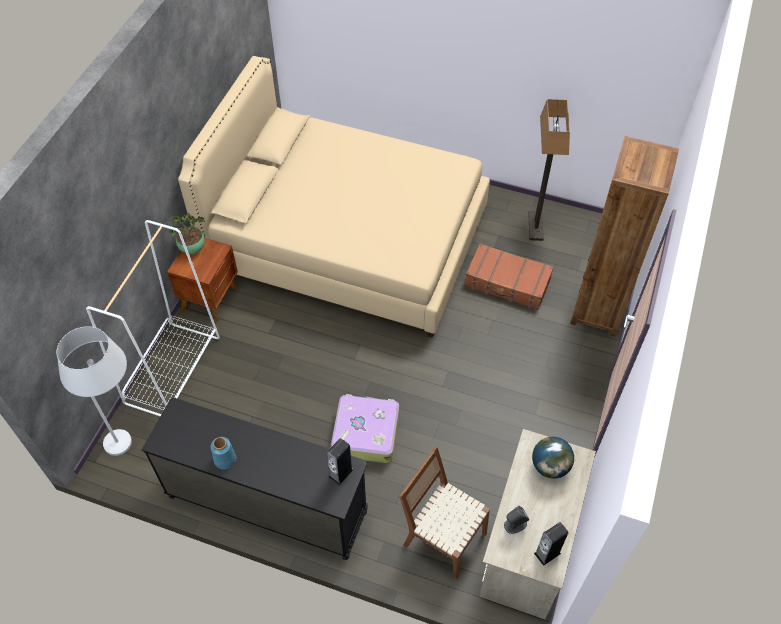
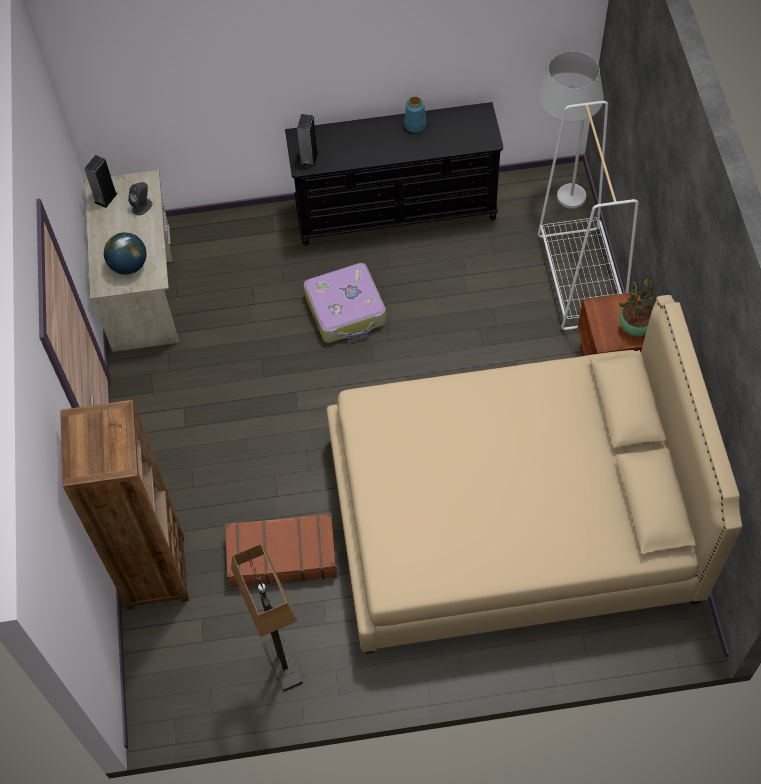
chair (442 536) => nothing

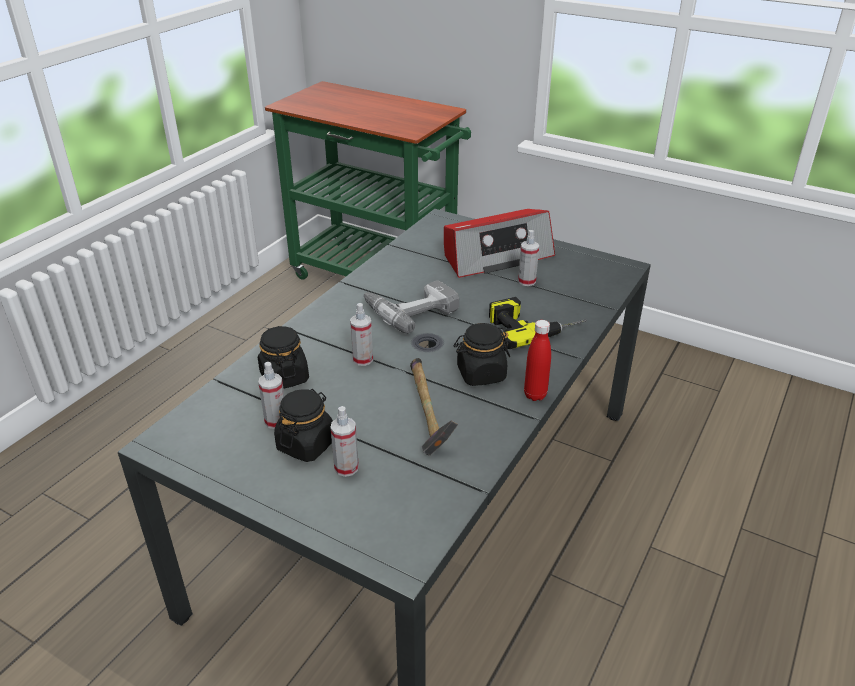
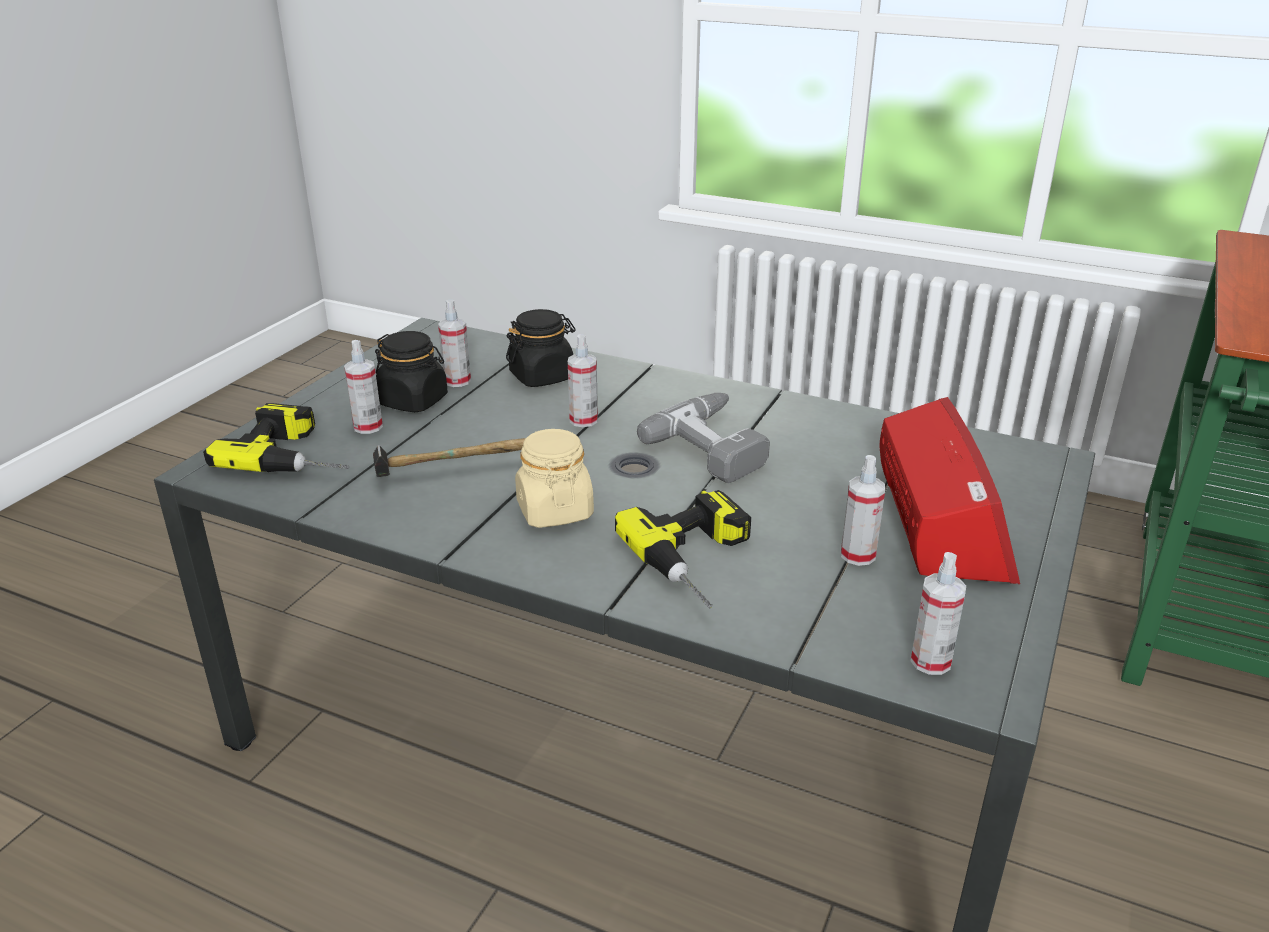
nothing => power drill (298 453)
jar (blackish) (481 374) => jar (beige) (554 510)
radio (496 256) => radio (940 520), 150 degrees counterclockwise
nothing => sprayer (930 661)
beverage bottle (red) (535 395) => nothing

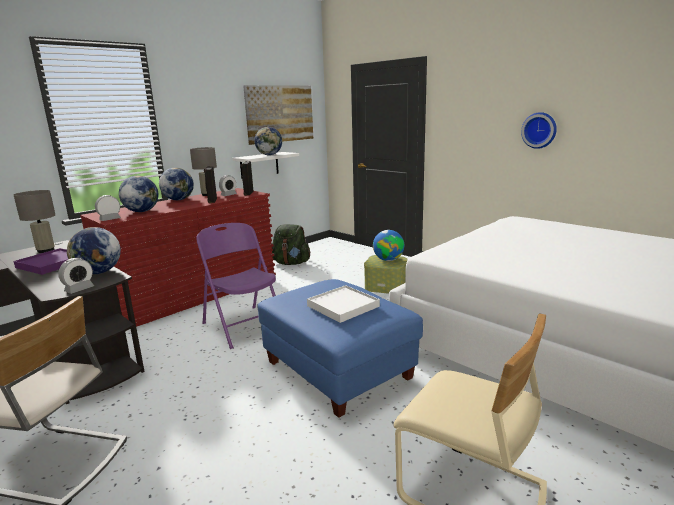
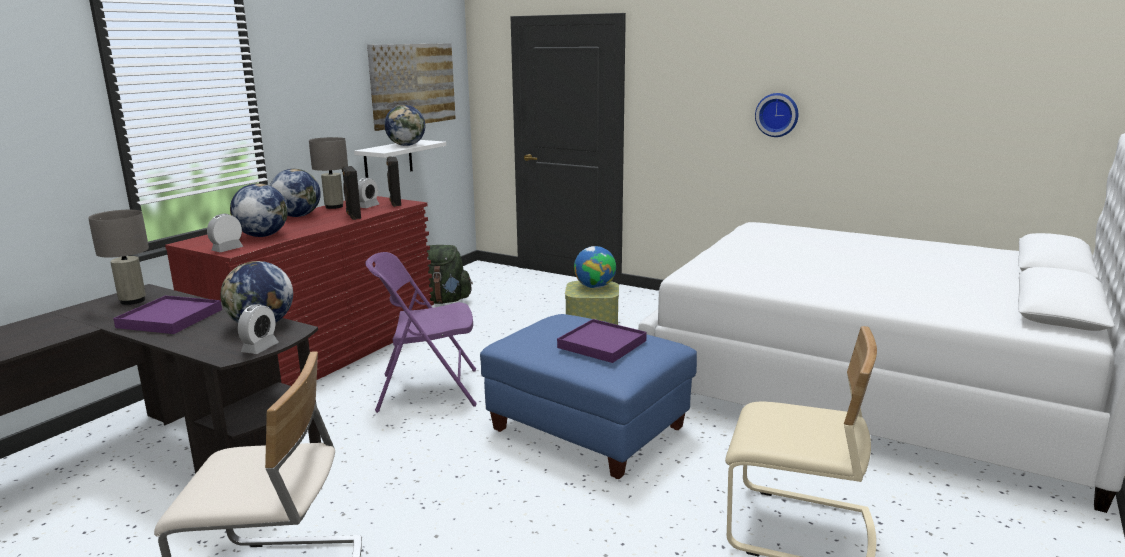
chair (purple-coloured) (244 326) => chair (purple-coloured) (428 389), 45 degrees counterclockwise
carrying tray (white) (343 306) => carrying tray (purple-coloured) (602 344)

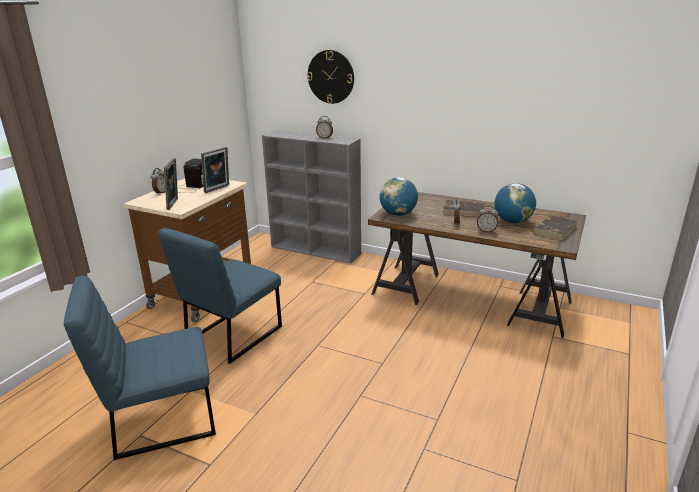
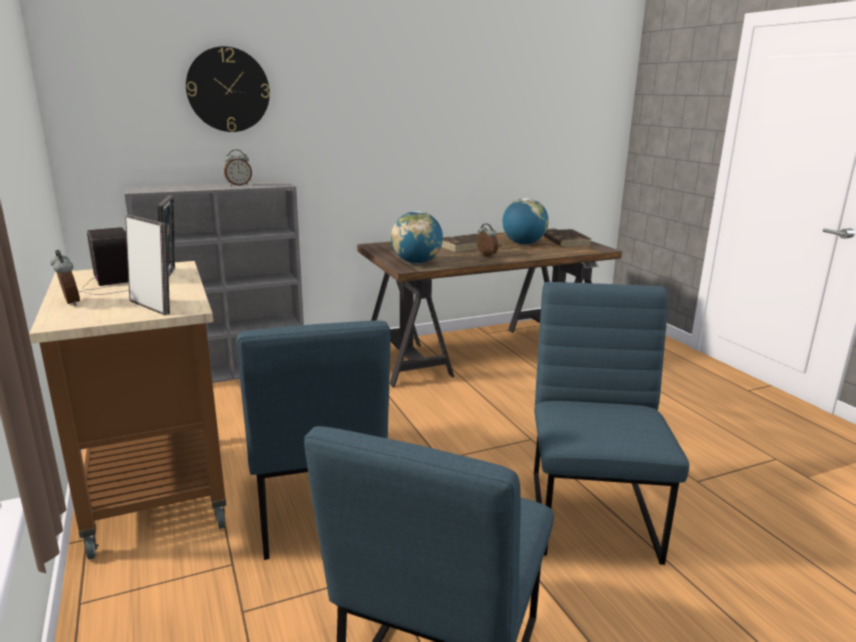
nothing => chair (bluish) (593 511)
table clock (486 231) => nothing

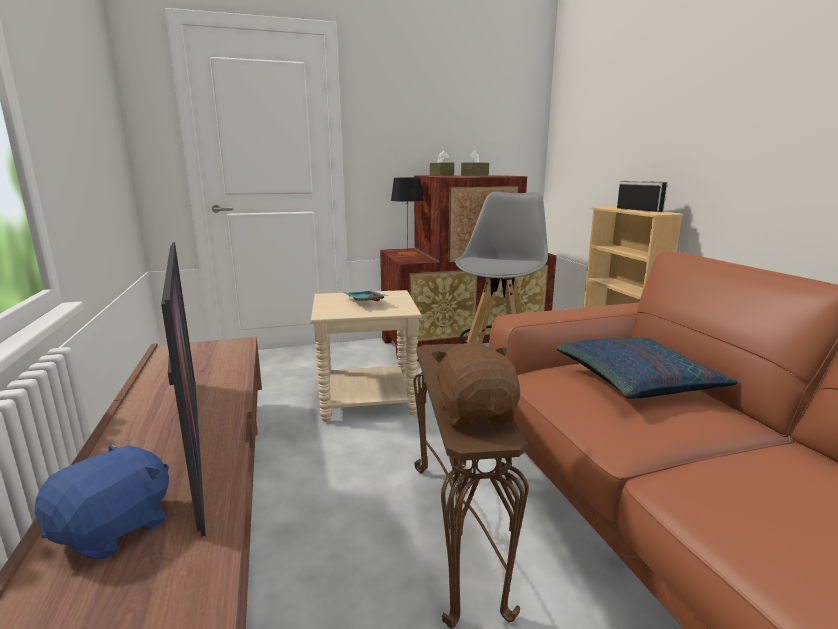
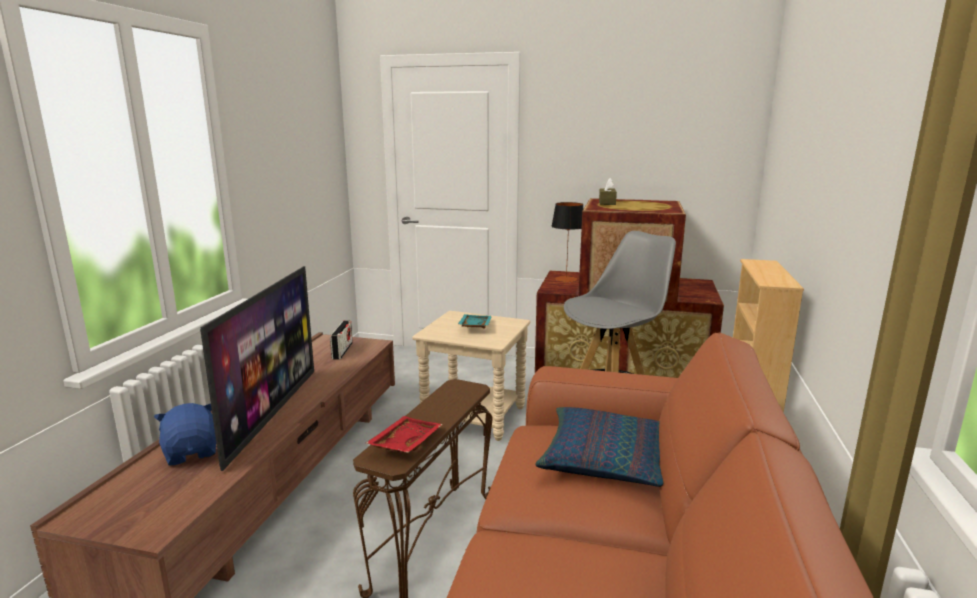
plush toy (bluish) (115 529) => plush toy (bluish) (192 452), 90 degrees counterclockwise
radio (639 210) => radio (342 351), shifted
plush toy (brown) (475 413) => carrying tray (red) (404 443)
tissue holder (brown) (475 175) => nothing

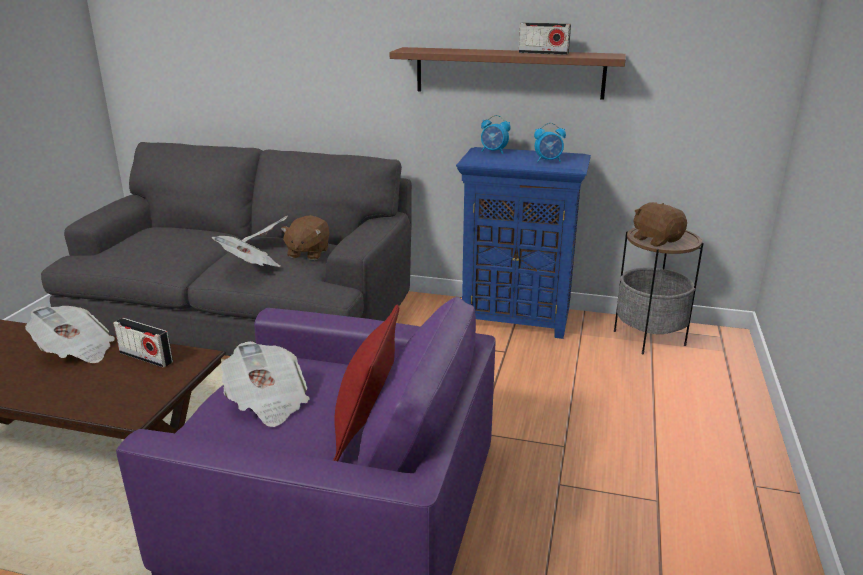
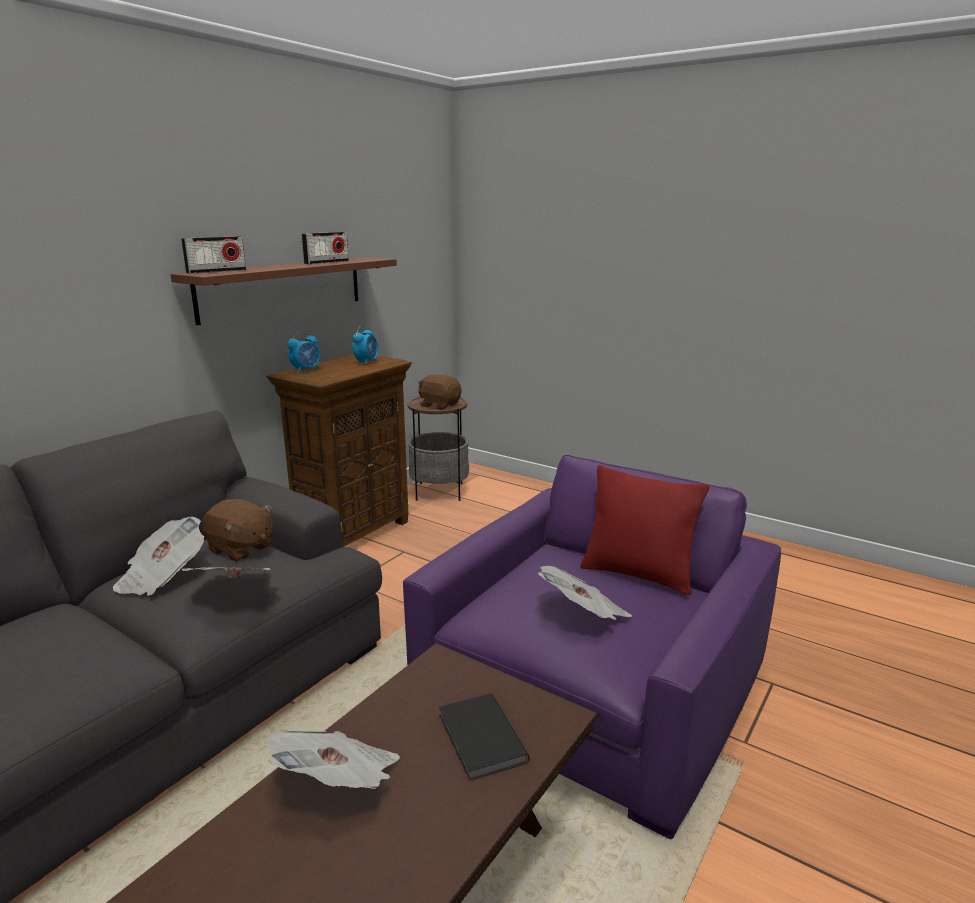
radio (146 357) => radio (216 271), shifted
storage cabinet (bluish) (517 320) => storage cabinet (brown) (354 532)
plush toy (brown) (656 240) => plush toy (brown) (439 405), 45 degrees clockwise
nothing => bound book (blackish) (480 739)

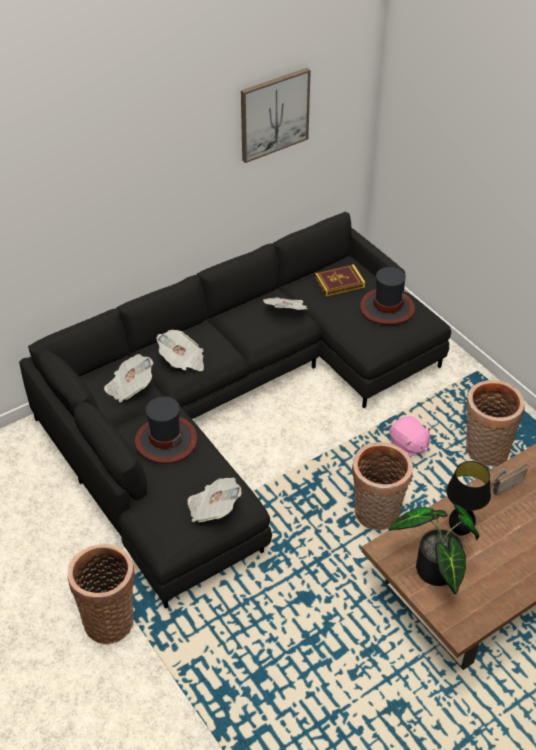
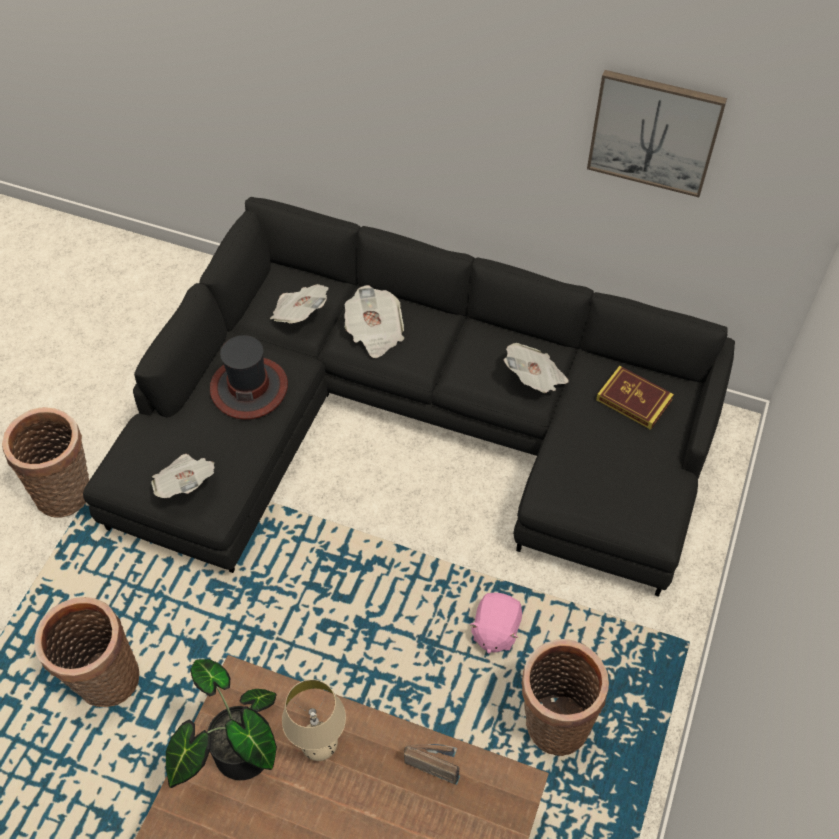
basket (376 515) => basket (104 680), shifted
table lamp (blackish) (460 530) => table lamp (beige) (320 749)
clothing hat (387 308) => nothing

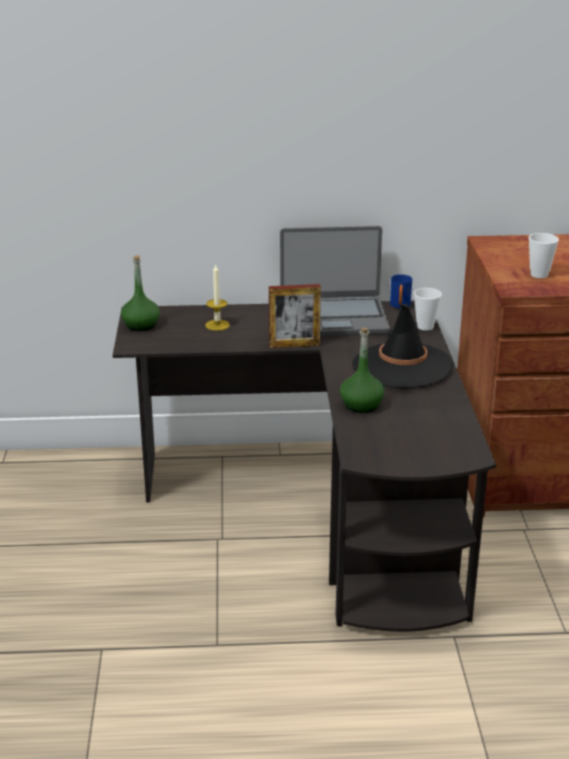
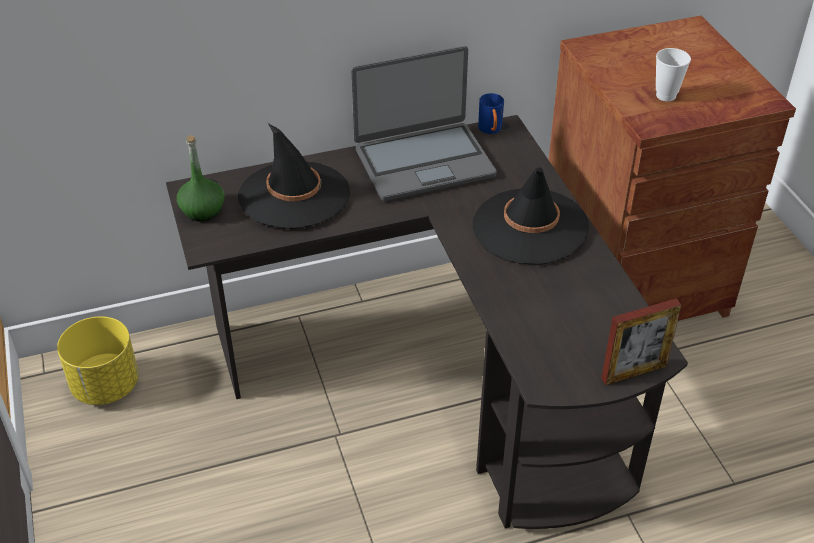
nothing => flower pot (yellow-coloured) (105 386)
wax candle (217 325) => clothing hat (blackish) (294 195)
standing frame (294 345) => standing frame (634 372), shifted
beverage bottle (green-coloured) (361 405) => nothing
small cup (425 327) => nothing

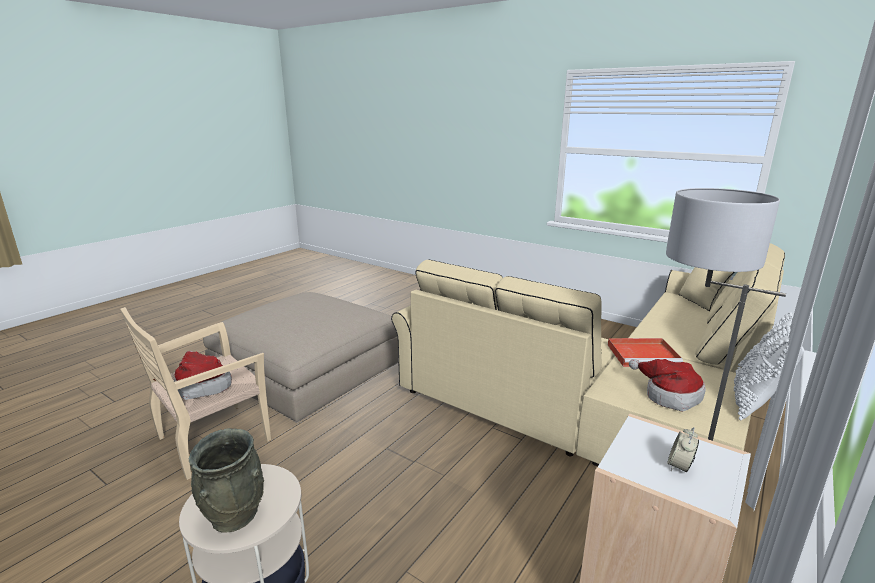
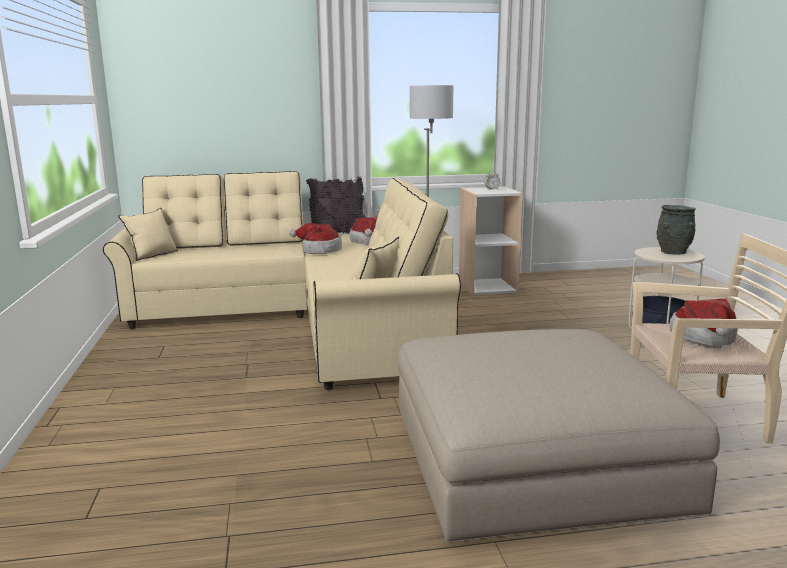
carrying tray (red) (644 355) => clothing hat (318 250)
throw pillow (white) (755 402) => throw pillow (blackish) (338 233)

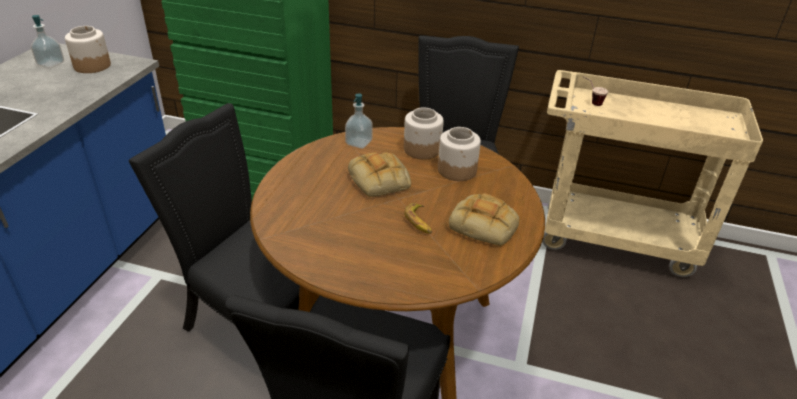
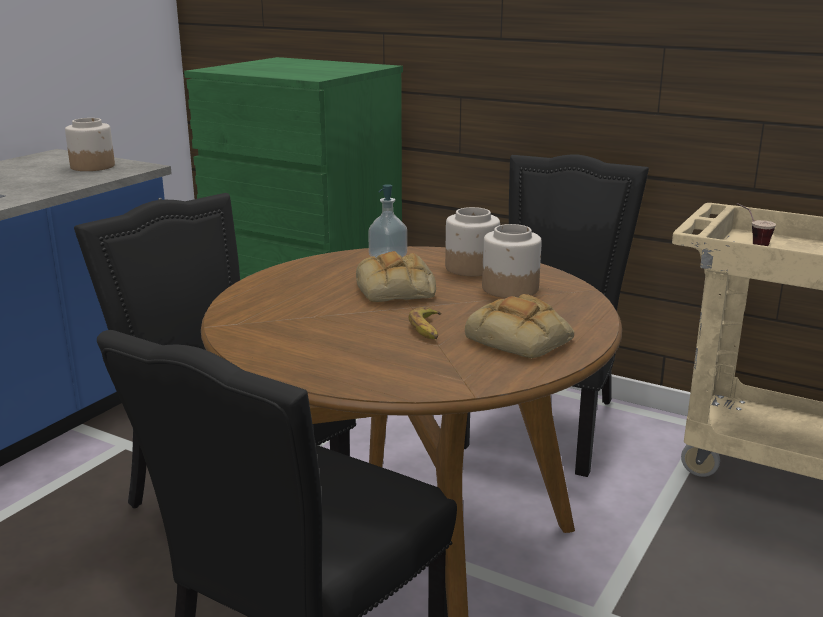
liquid soap bottle (51 64) => nothing

